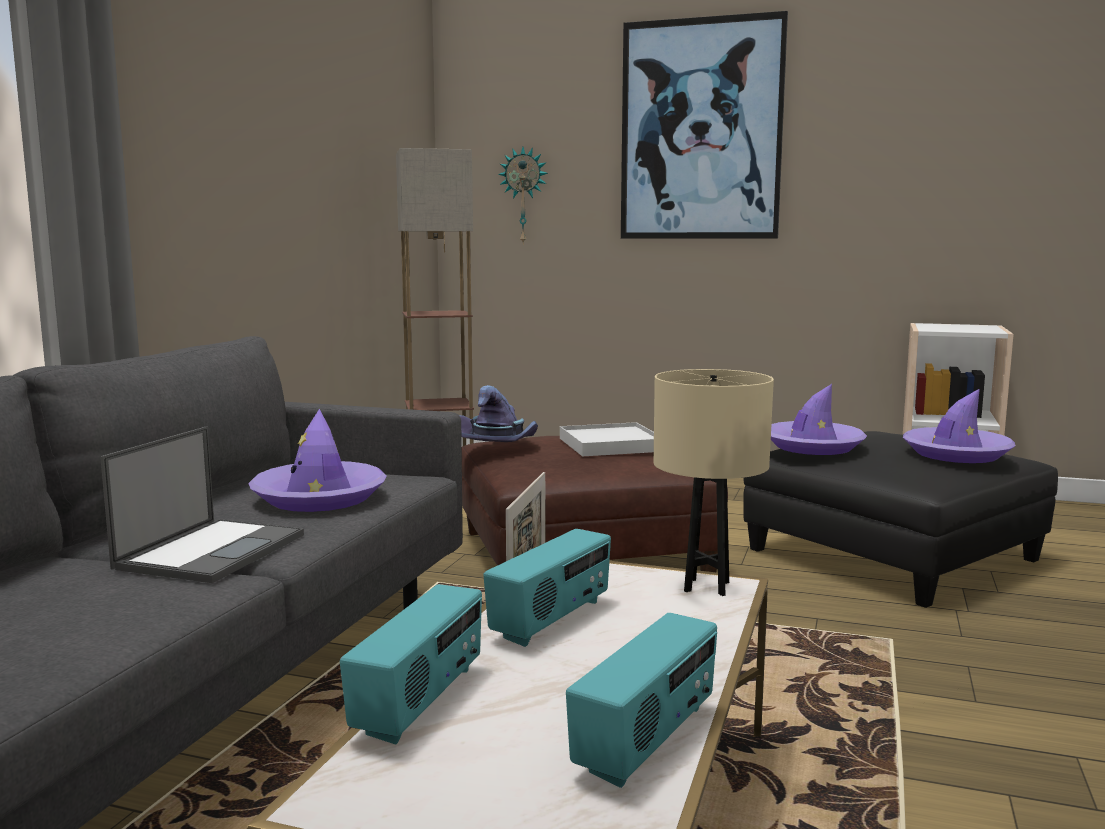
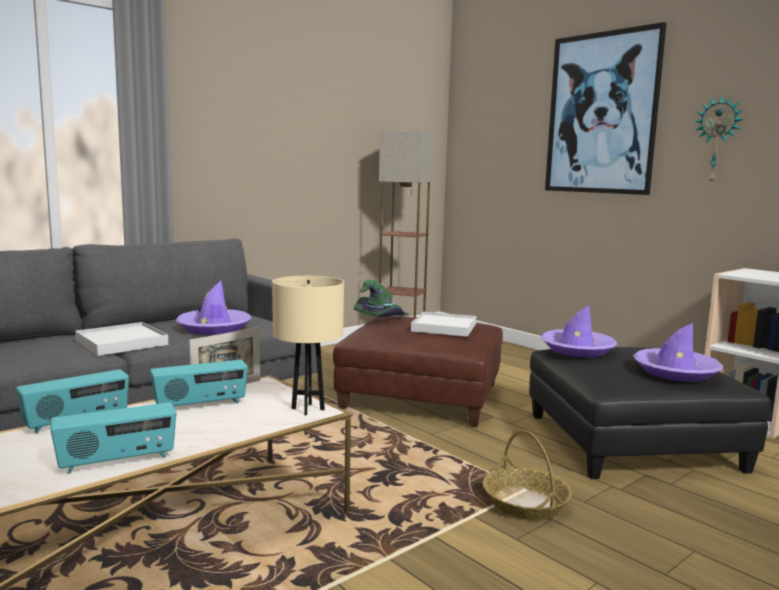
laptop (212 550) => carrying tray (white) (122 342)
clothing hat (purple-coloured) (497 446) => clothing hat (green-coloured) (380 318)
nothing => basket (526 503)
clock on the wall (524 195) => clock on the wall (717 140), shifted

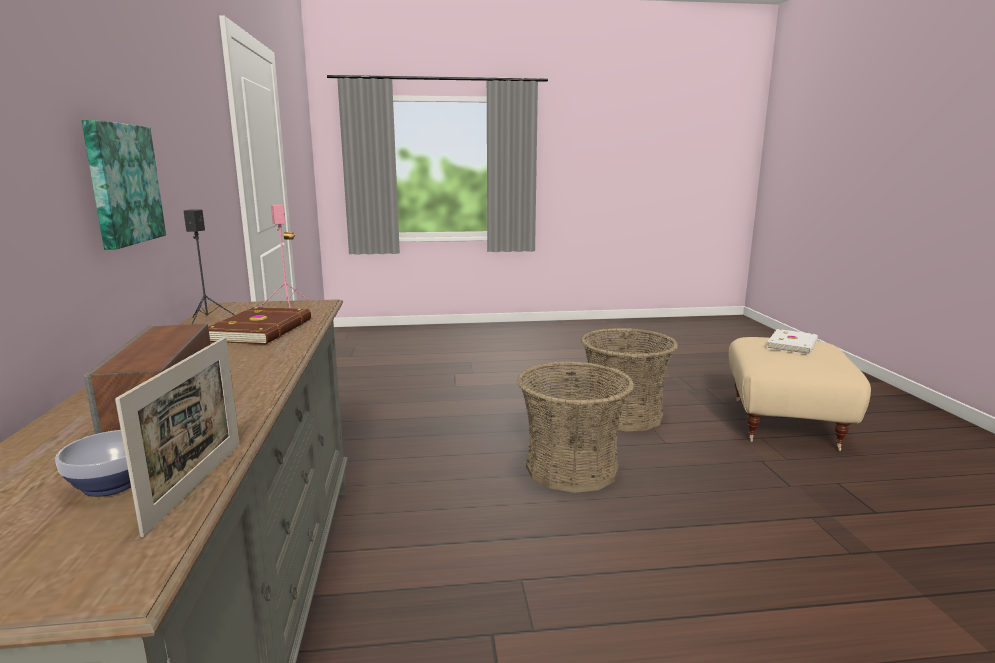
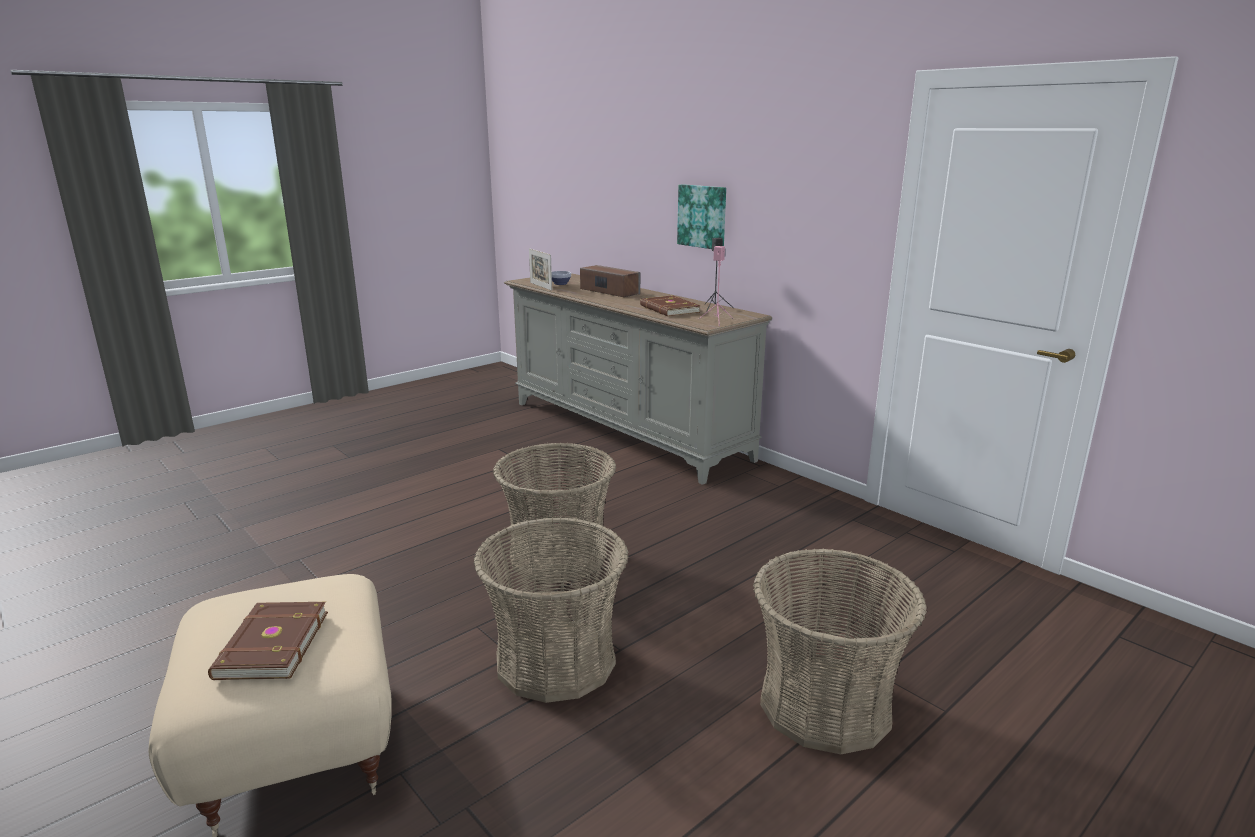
bound book (white) (793 345) => bound book (brown) (270 645)
nothing => basket (825 705)

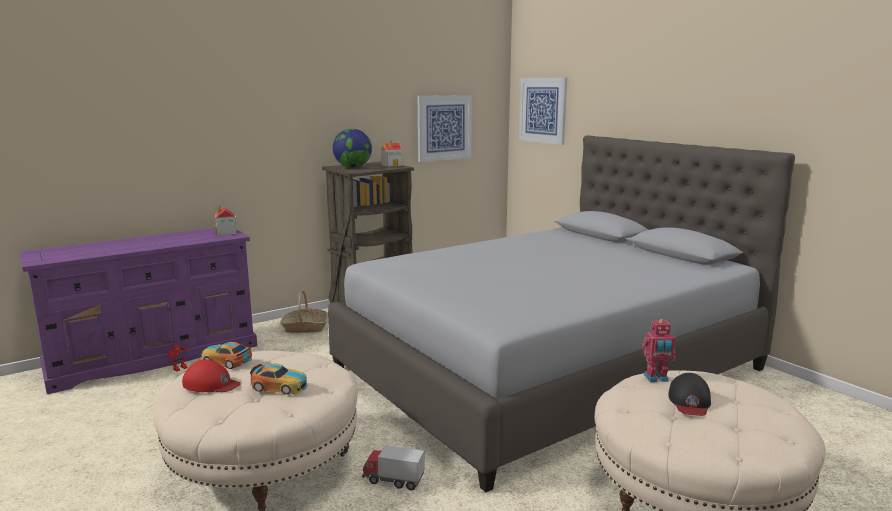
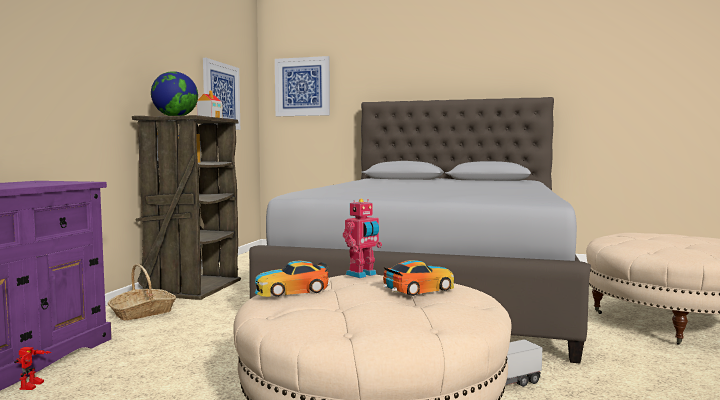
toy robot (656 378) => toy robot (362 275), shifted
peaked cap (red) (211 384) => nothing
model house (226 233) => nothing
peaked cap (blackish) (689 401) => nothing

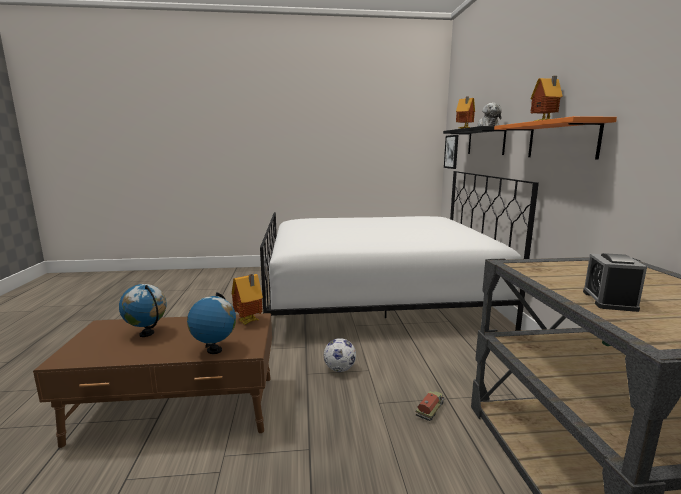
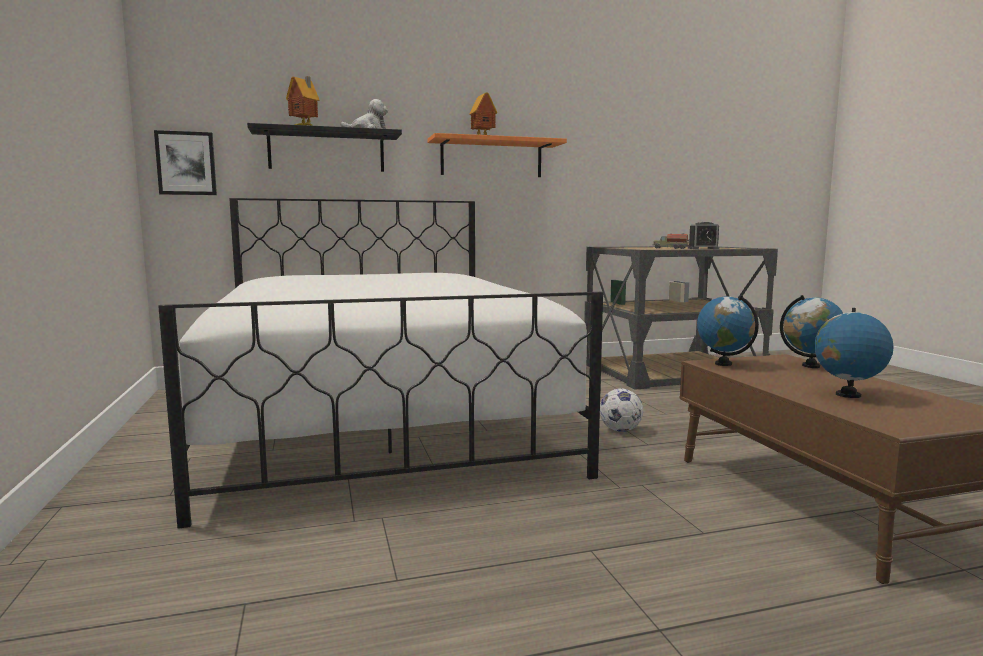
toy lorry (430 410) => toy lorry (670 248), shifted
model house (249 322) => world globe (723 364)

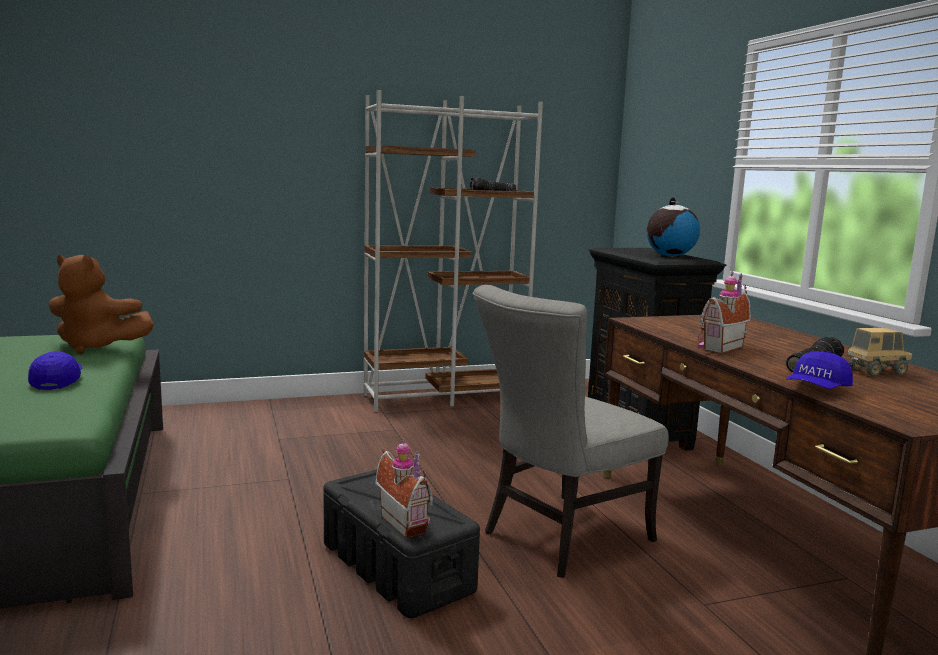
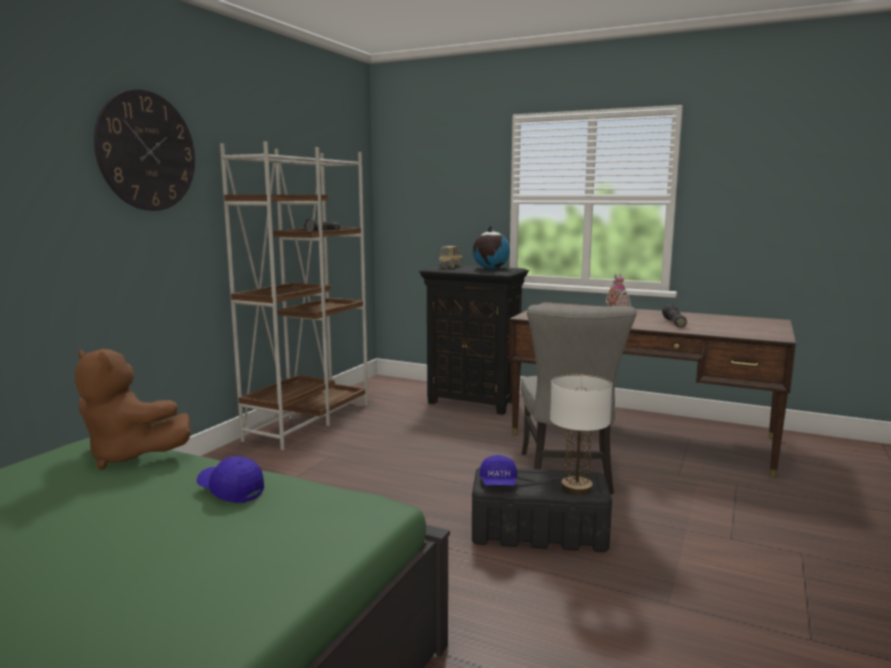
plush toy (brown) (97 347) => plush toy (brown) (129 456), 60 degrees clockwise
nothing => clock on the wall (147 151)
toy lorry (876 372) => toy lorry (450 267), shifted
peaked cap (bluish) (817 389) => peaked cap (bluish) (498 483), shifted
model house (407 522) => table lamp (576 488)

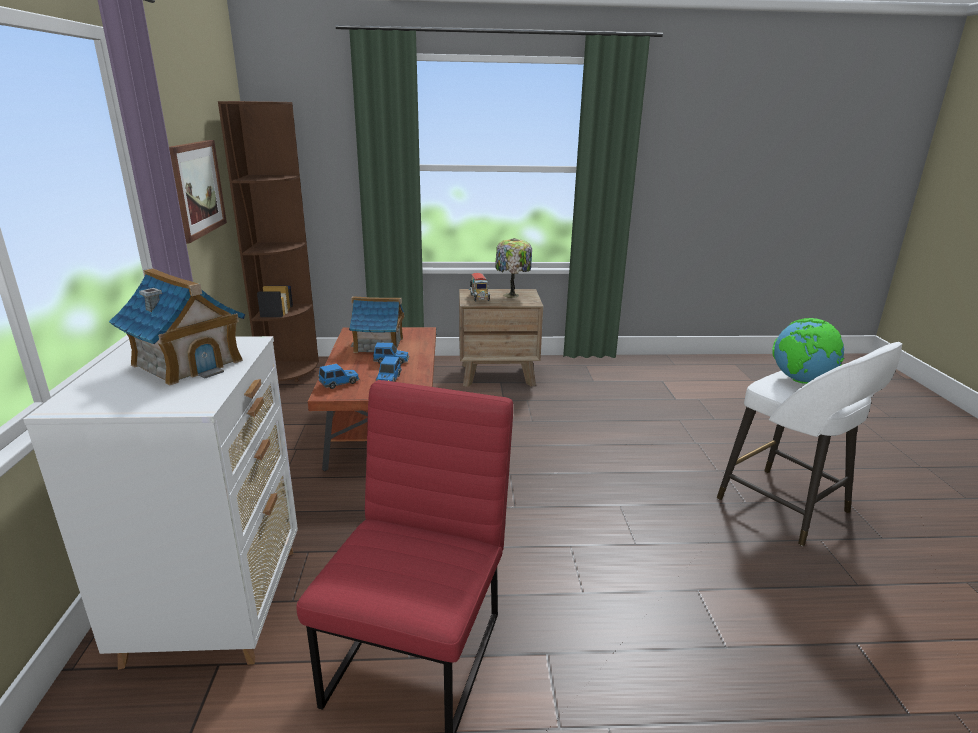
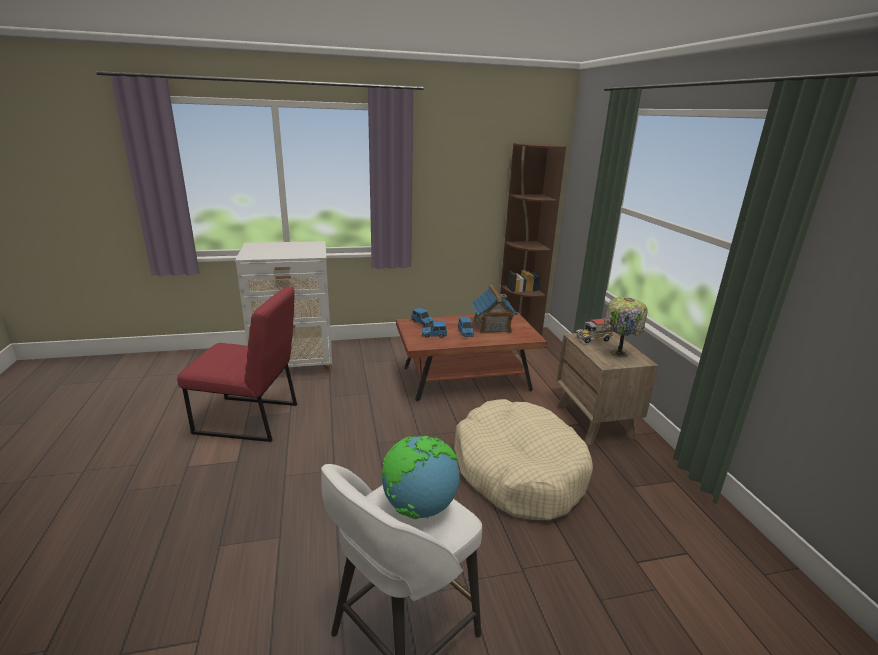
nothing => pet bed (beige) (518 471)
model house (187 362) => nothing
wall picture (196 189) => nothing

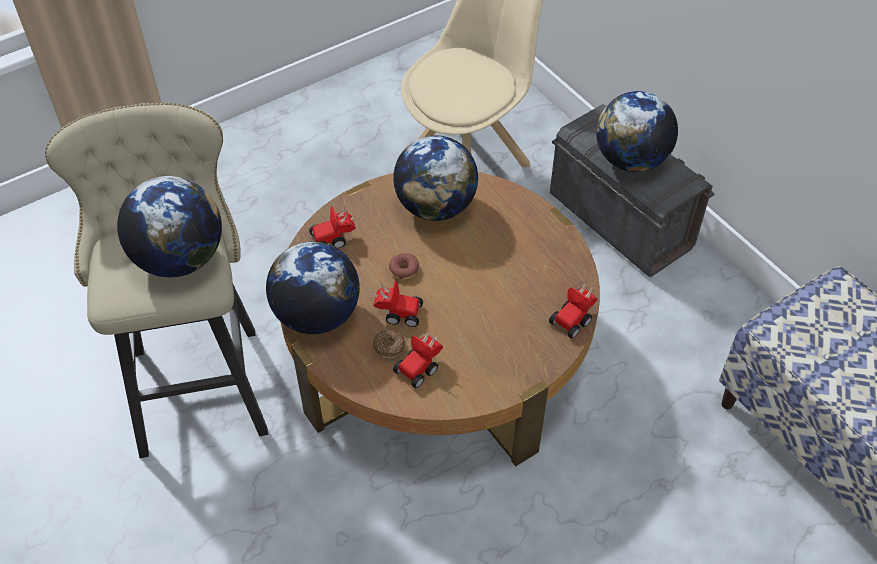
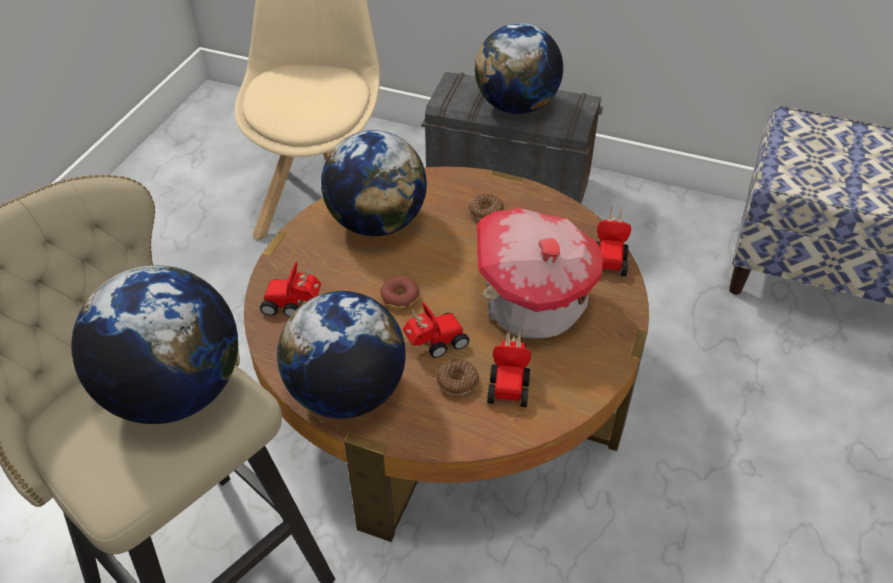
toy car (334 239) => toy car (294 304), 60 degrees clockwise
nothing => ring doughnut (486 212)
nothing => model house (532 304)

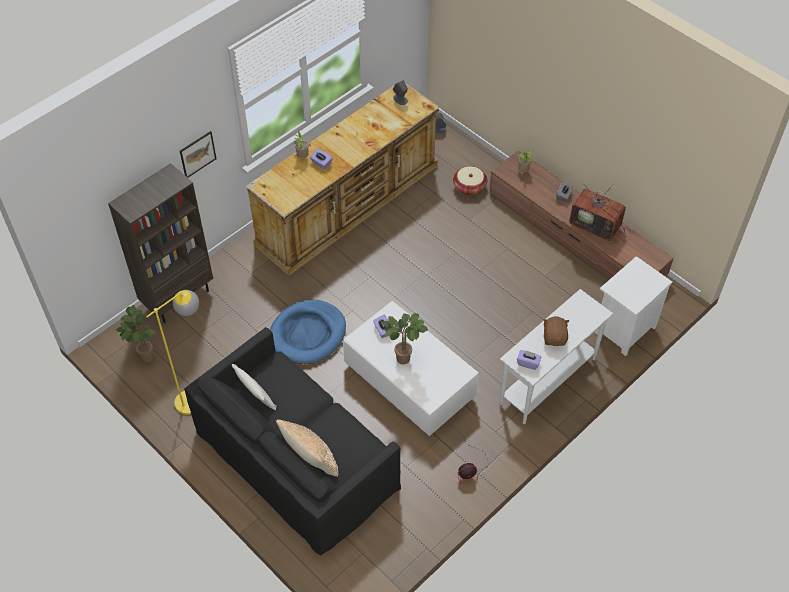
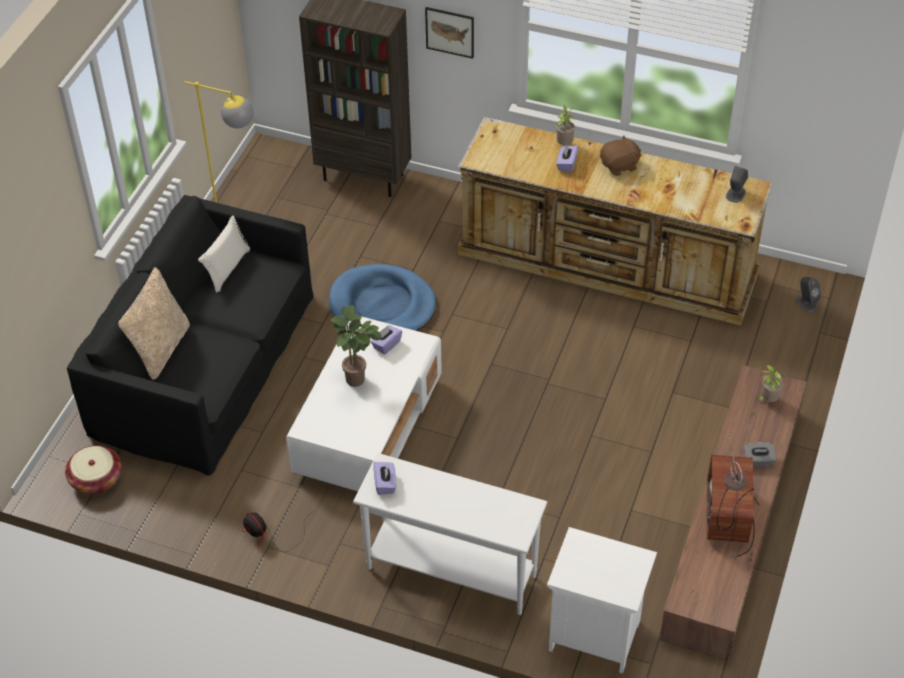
basket (469 187) => basket (96 479), shifted
plush toy (brown) (554 337) => plush toy (brown) (619 166), shifted
houseplant (144 356) => nothing

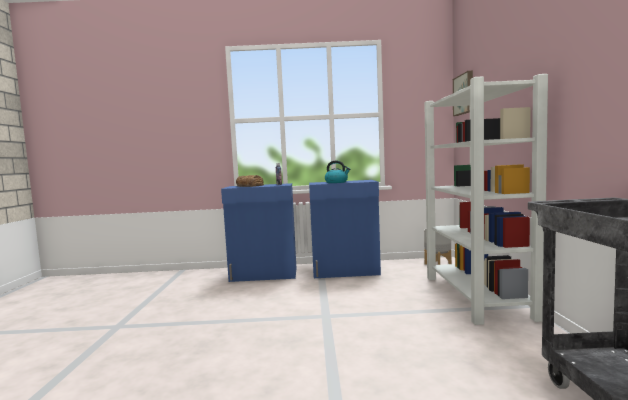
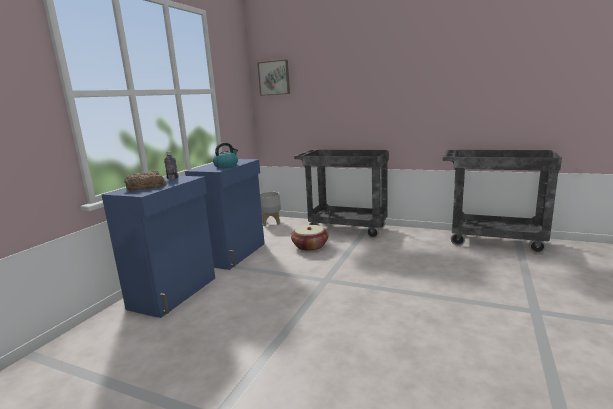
nothing => basket (310 246)
bookshelf (white) (476 296) => wheeled cart (grey) (344 229)

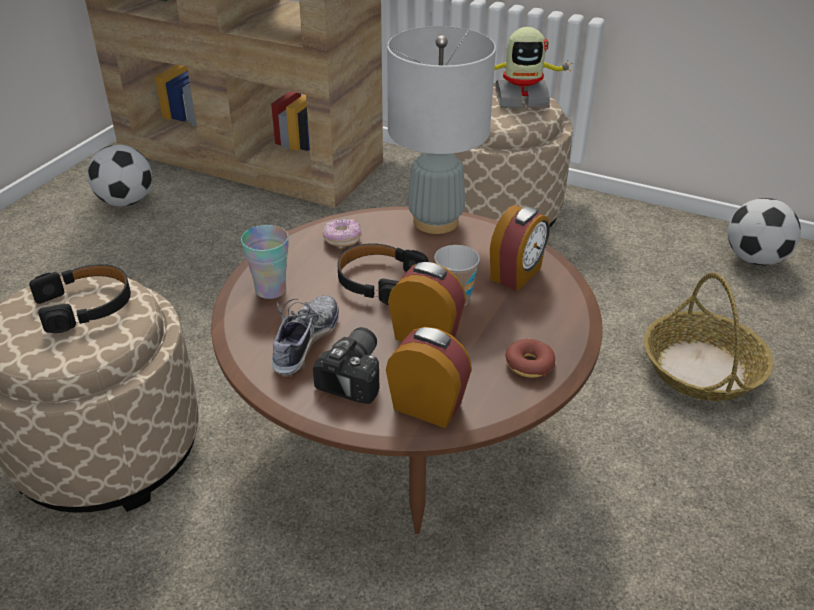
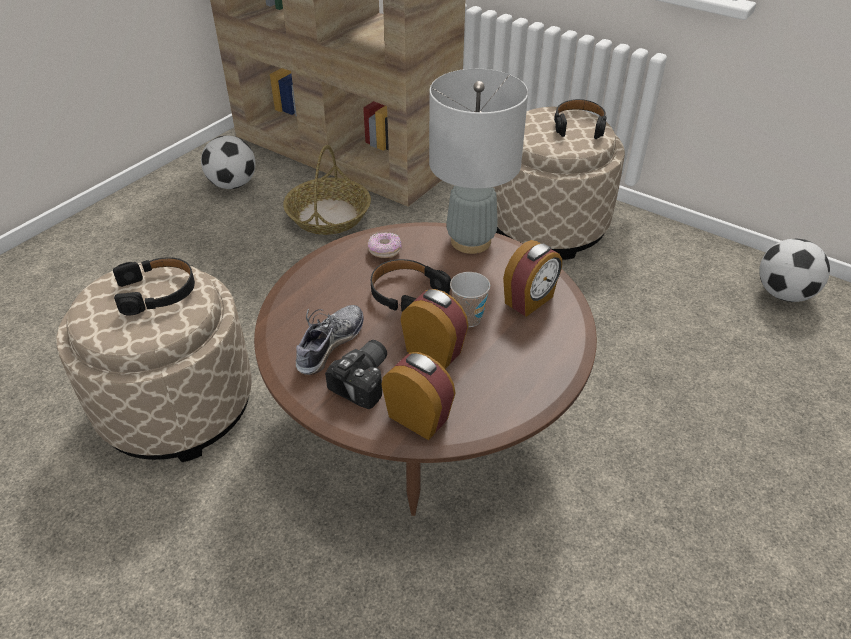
basket (702 369) => basket (329 216), shifted
toy robot (521 99) => pair of headphones (blackish) (579 125)
small cup (270 290) => nothing
ring doughnut (529 365) => nothing

